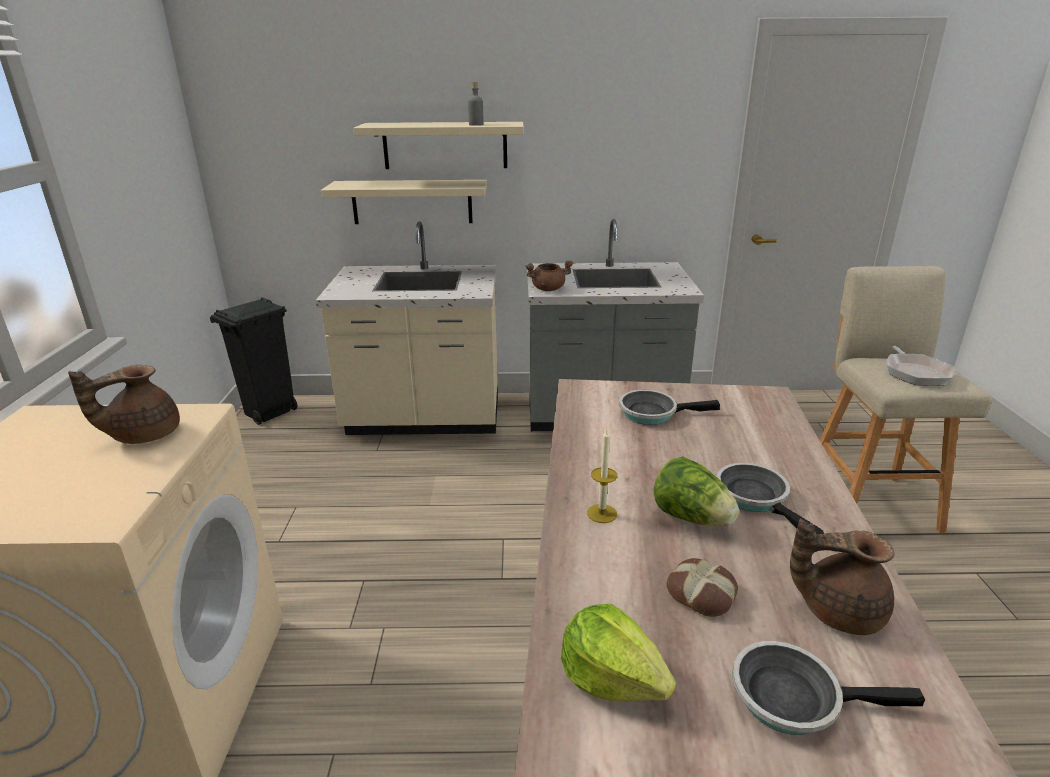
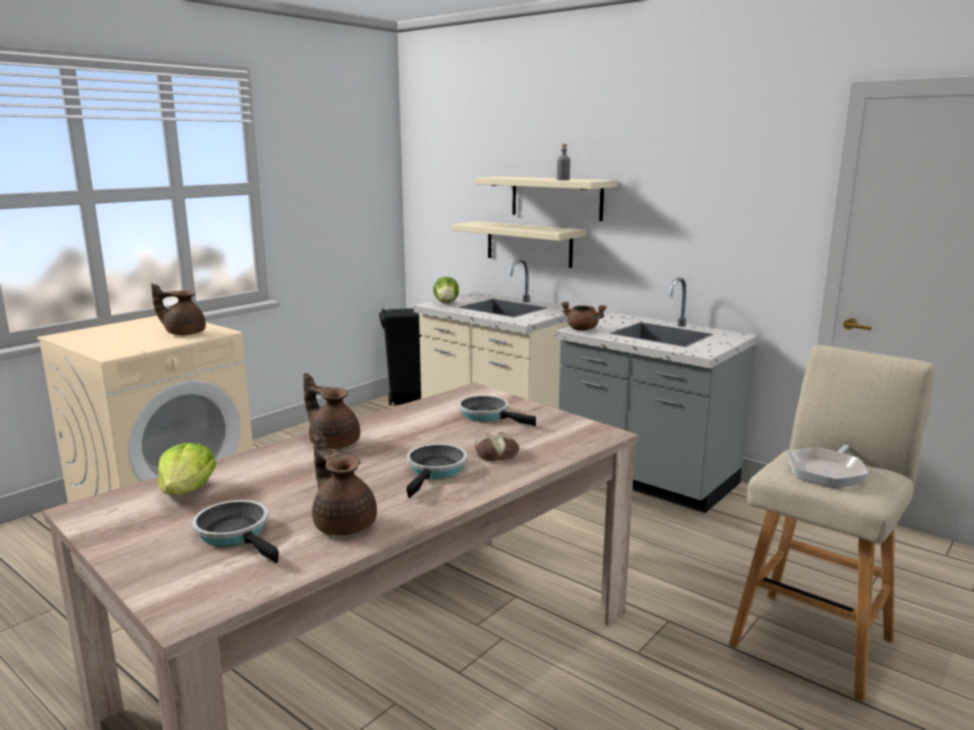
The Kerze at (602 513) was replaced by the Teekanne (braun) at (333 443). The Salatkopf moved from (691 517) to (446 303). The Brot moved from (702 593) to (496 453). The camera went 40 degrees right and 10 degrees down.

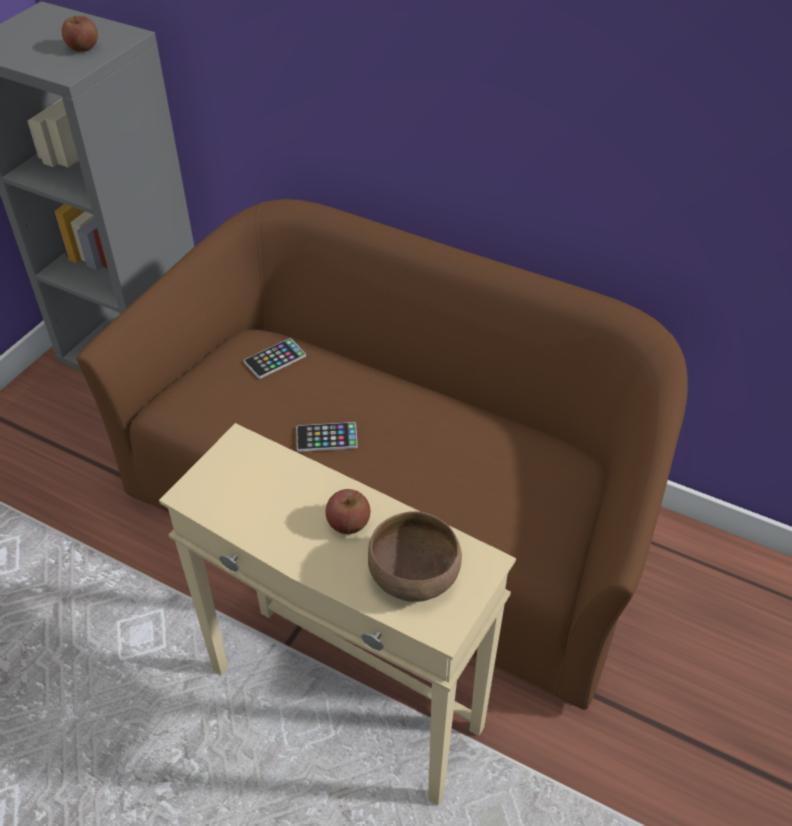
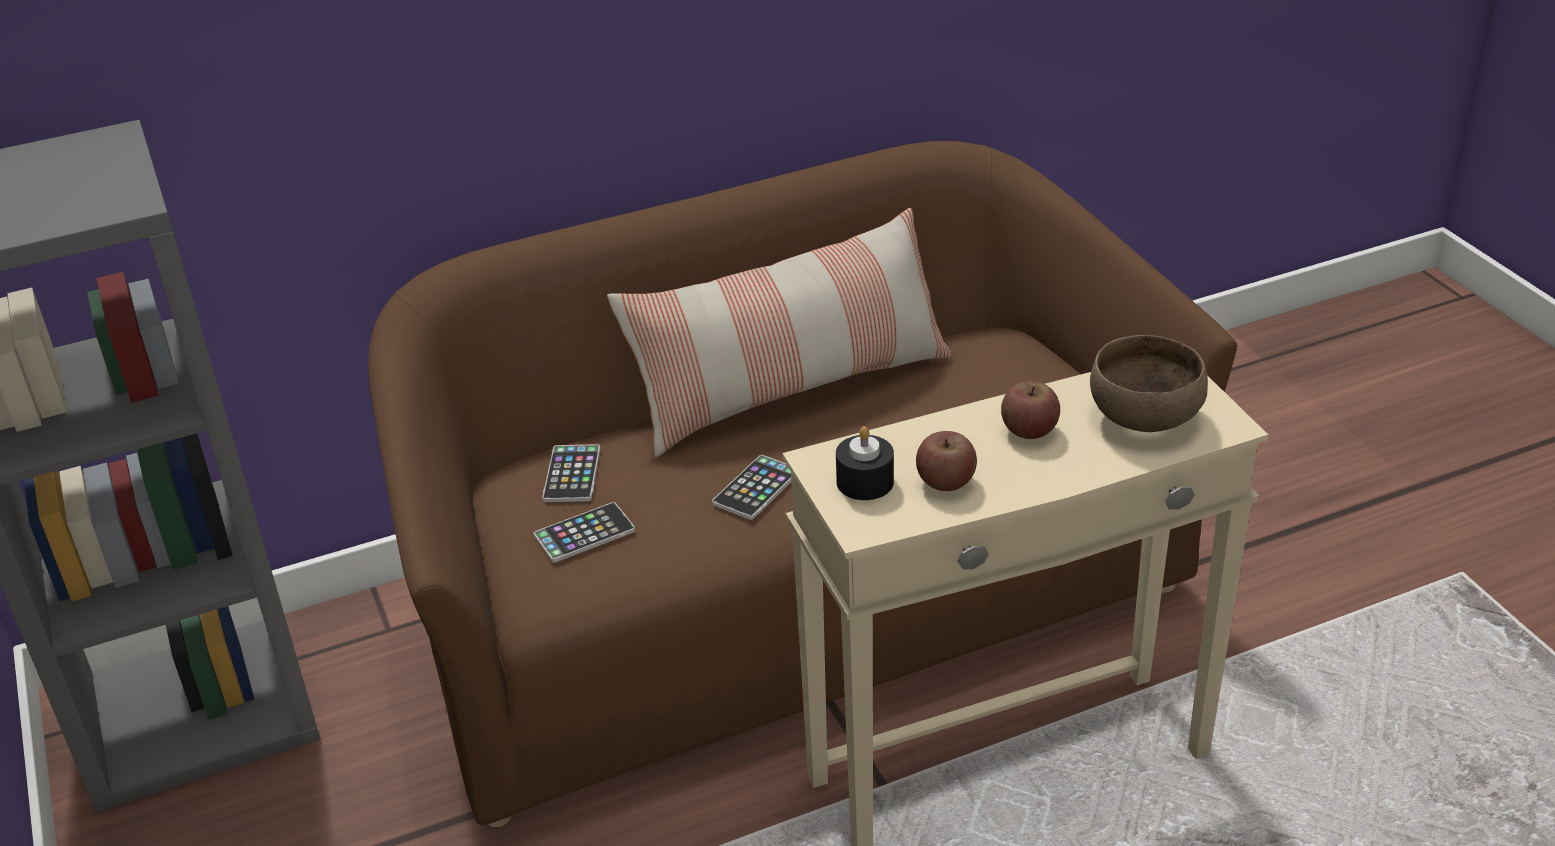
The Apfel moved from (83 48) to (946 481). The Handy at (584 534) appeared. The Kissen at (791 388) appeared. The Kerze (schwarz) at (865 482) appeared. The camera went 50 degrees left and 10 degrees down.

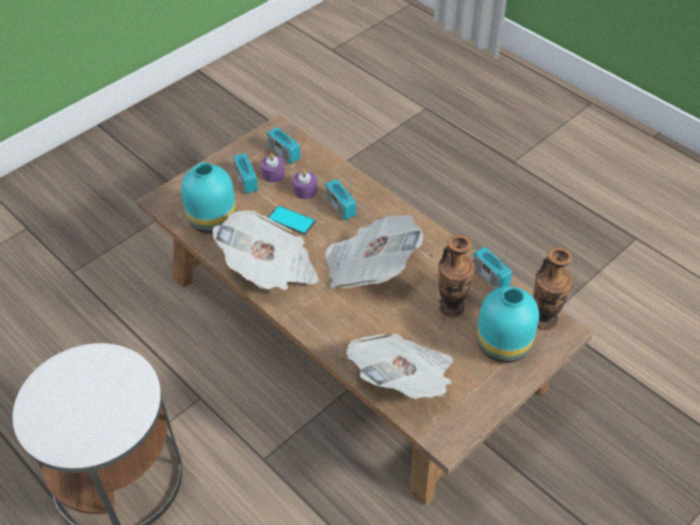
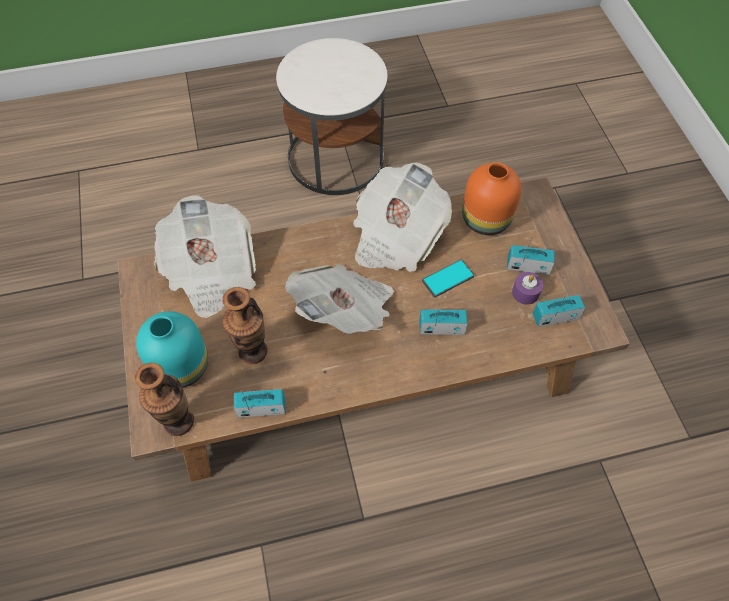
The Vase (türkis) at (213 221) became the Vase (orange) at (484 220). The Kerze (lila) at (305 190) disappeared. The camera went 120 degrees right and 10 degrees up.

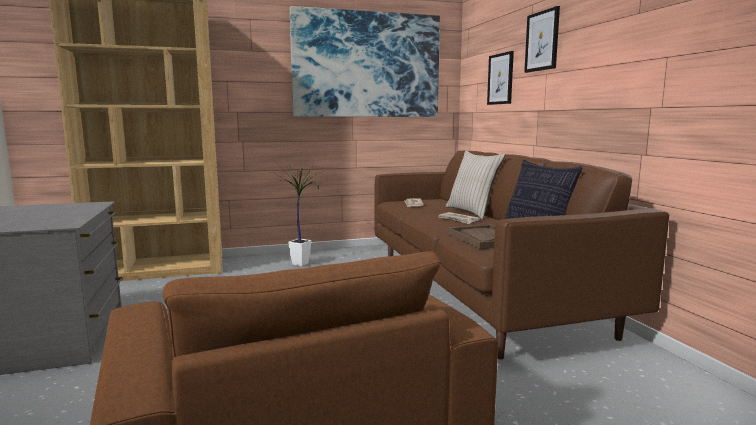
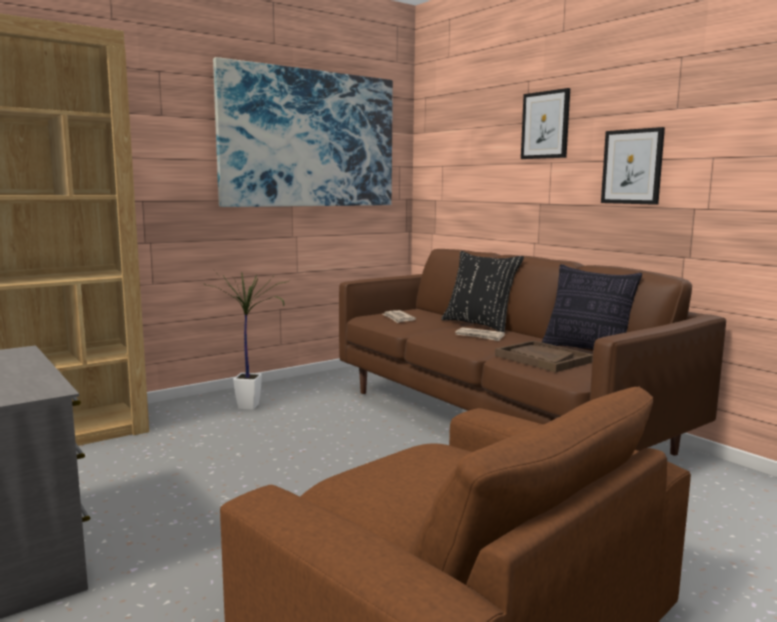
The Kissen (beige) at (472 212) became the Kissen (schwarz) at (479 325). The Bild moved from (500 79) to (632 166). The camera went 20 degrees left and 0 degrees up.

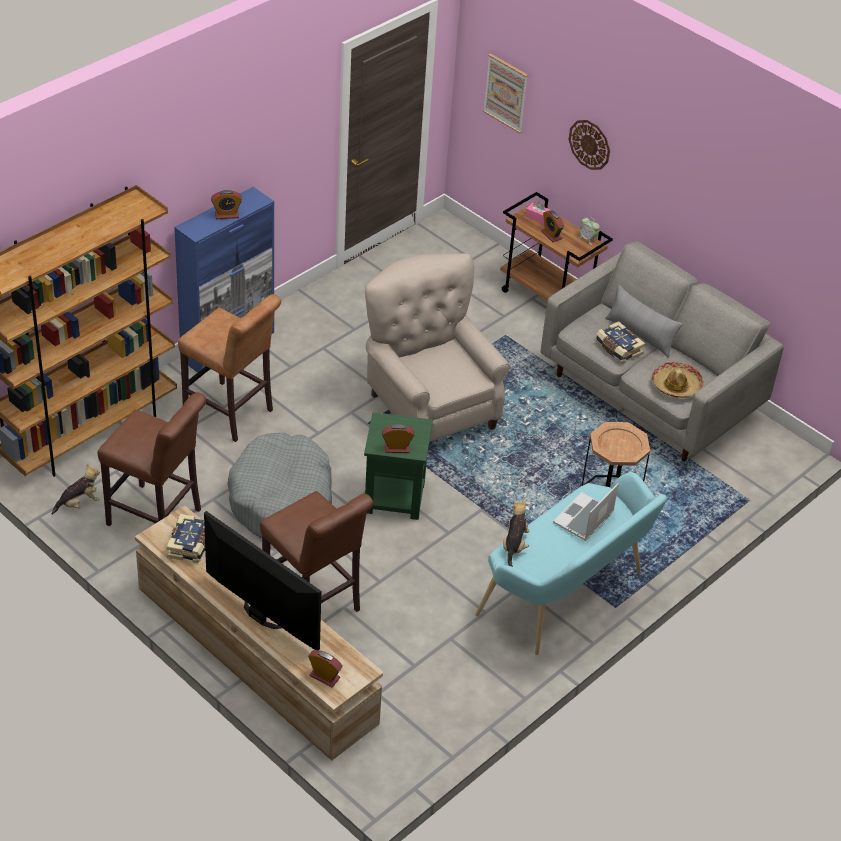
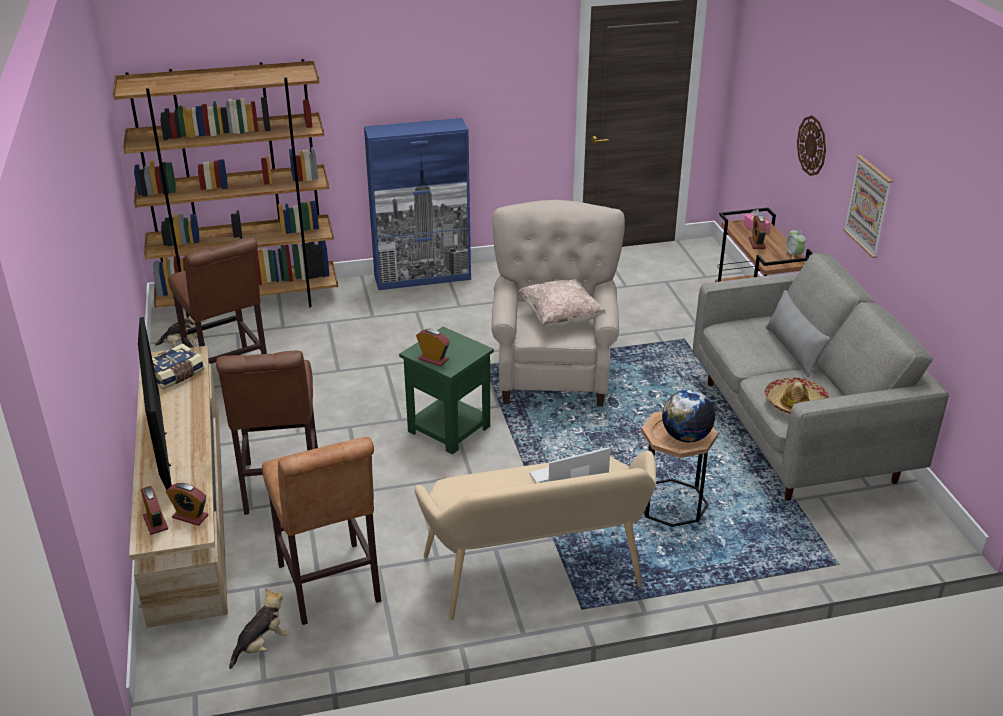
The Hocker (braun) moved from (232 414) to (331 587). The Wecker moved from (226 215) to (190 516). The Hundebett (grau) at (282 499) disappeared. The Bank (türkis) at (567 597) became the Bank (beige) at (537 578). The Bild moved from (506 92) to (868 206). The Plüschtier moved from (514 546) to (262 645). The Buch at (618 349) disappeared. The Kissen (beige) at (560 318) appeared. The Globus at (685 436) appeared. The camera went 35 degrees right and 10 degrees down.

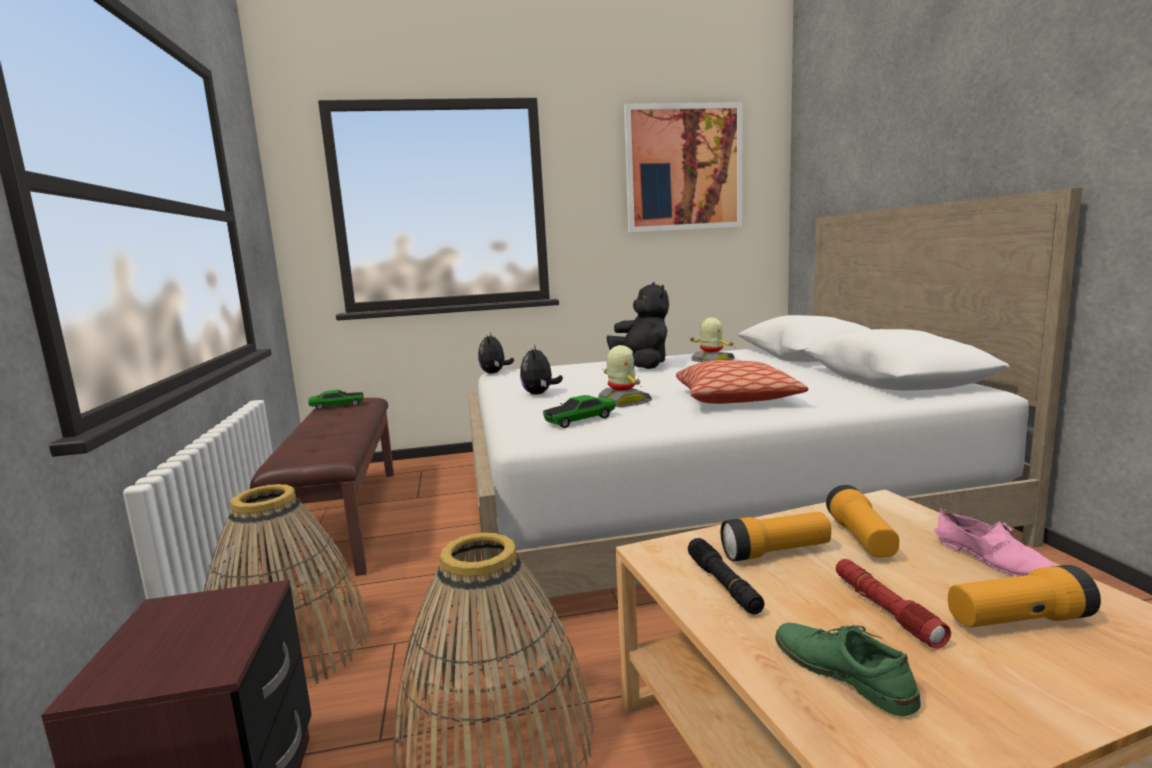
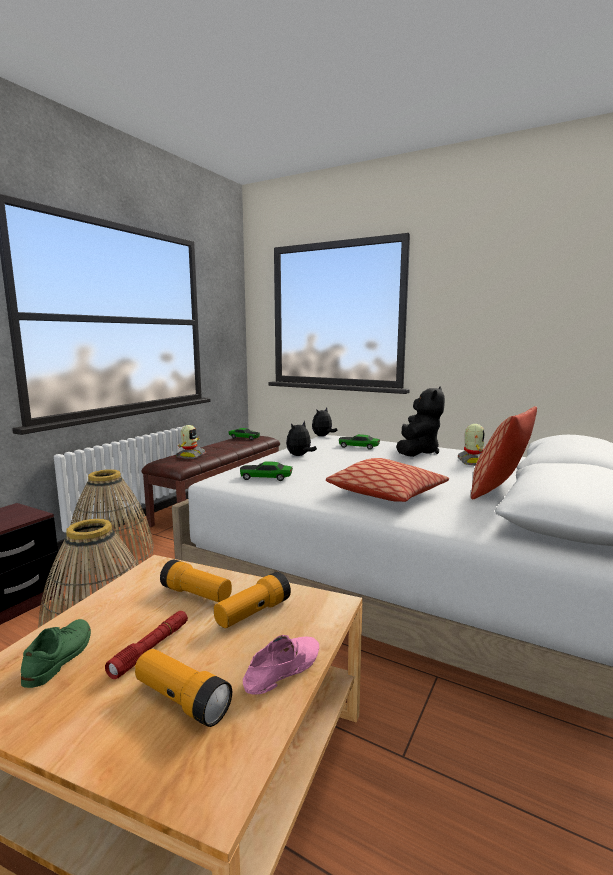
The Spielzeugroboter moved from (623 401) to (190 455). The Bild at (683 168) disappeared. The Taschenlampe (schwarz) at (723 585) disappeared. The Schuh (rosa) at (992 558) turned 150 degrees counterclockwise. The Spielzeugauto at (358 447) appeared. The Kissen at (499 491) appeared. The camera went 40 degrees right and 0 degrees up.

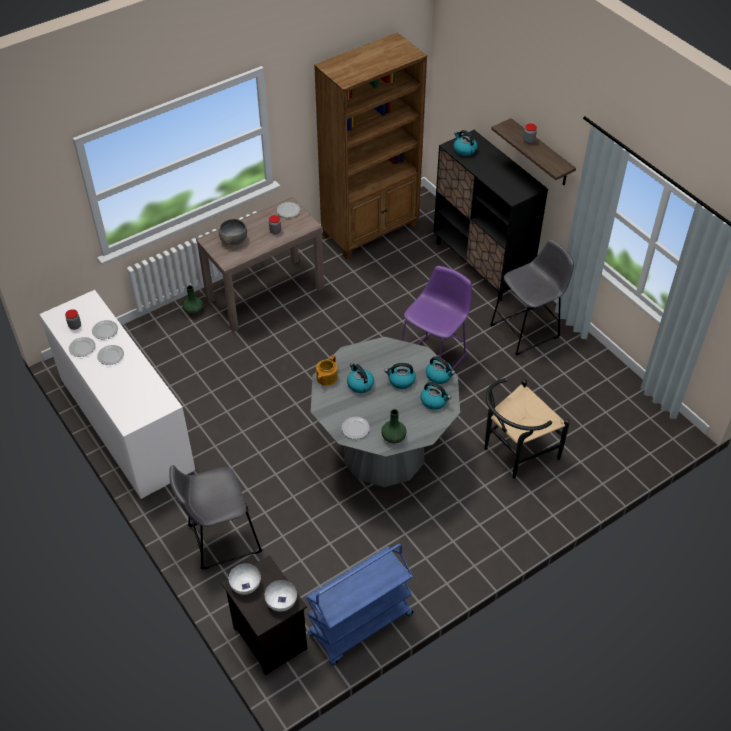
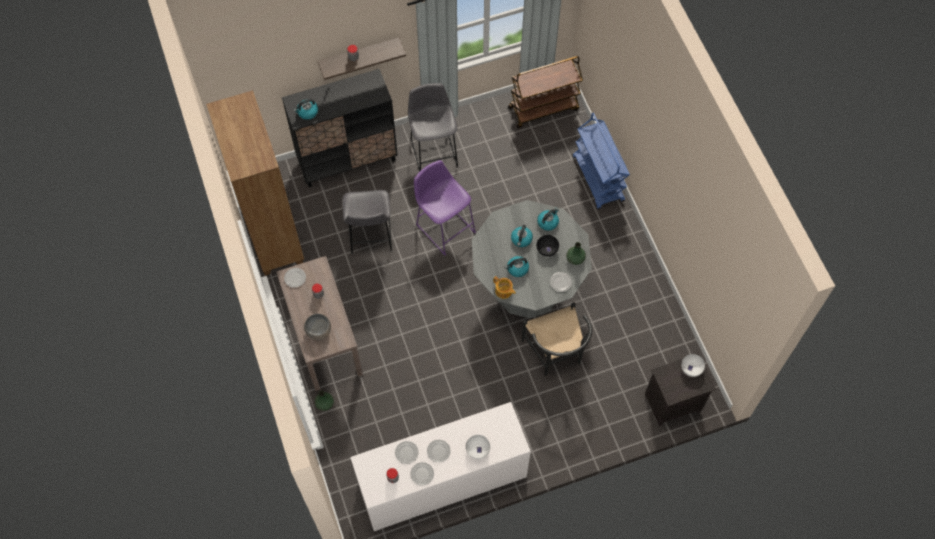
The Hocker (grau) moved from (220 539) to (370 236). The Schüssel (weiß) moved from (246 584) to (477 449). The Rollwagen (blau) moved from (360 626) to (598 179). The Wasserkessel at (439 376) disappeared. The Stuhl (schwarz) moved from (514 453) to (555 355). The Rollwagen (braun) at (543 108) appeared. The Schüssel (schwarz) at (547 249) appeared. The camera went 75 degrees left and 15 degrees up.

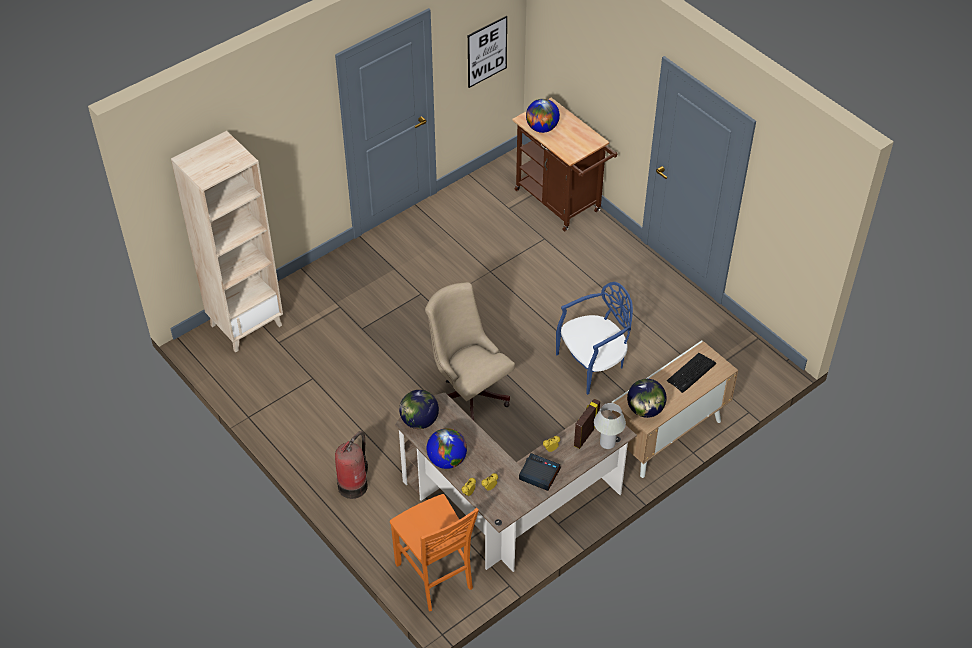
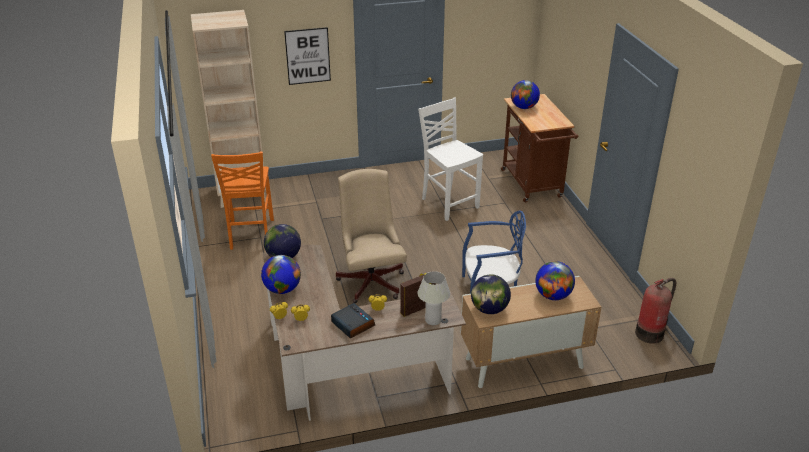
The Feuerlöscher moved from (354 484) to (651 333). The Stuhl (orange) moved from (435 577) to (250 235). The Bild moved from (487 51) to (307 56). The Tastatur at (691 373) was replaced by the Globus at (553 295). The Stuhl (weiß) at (449 203) appeared. The camera went 25 degrees right and 15 degrees down.

